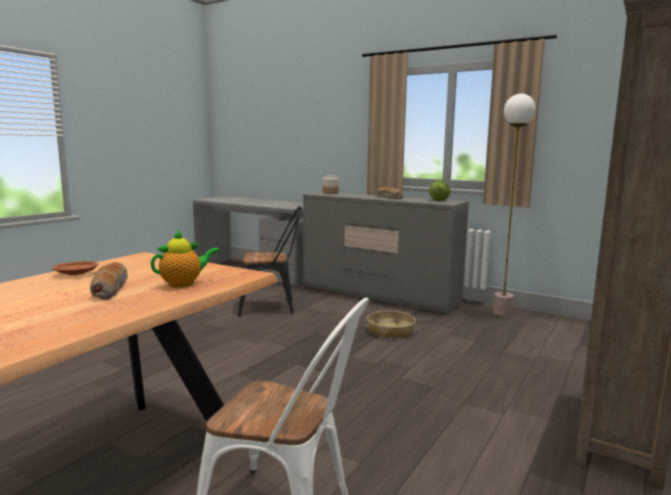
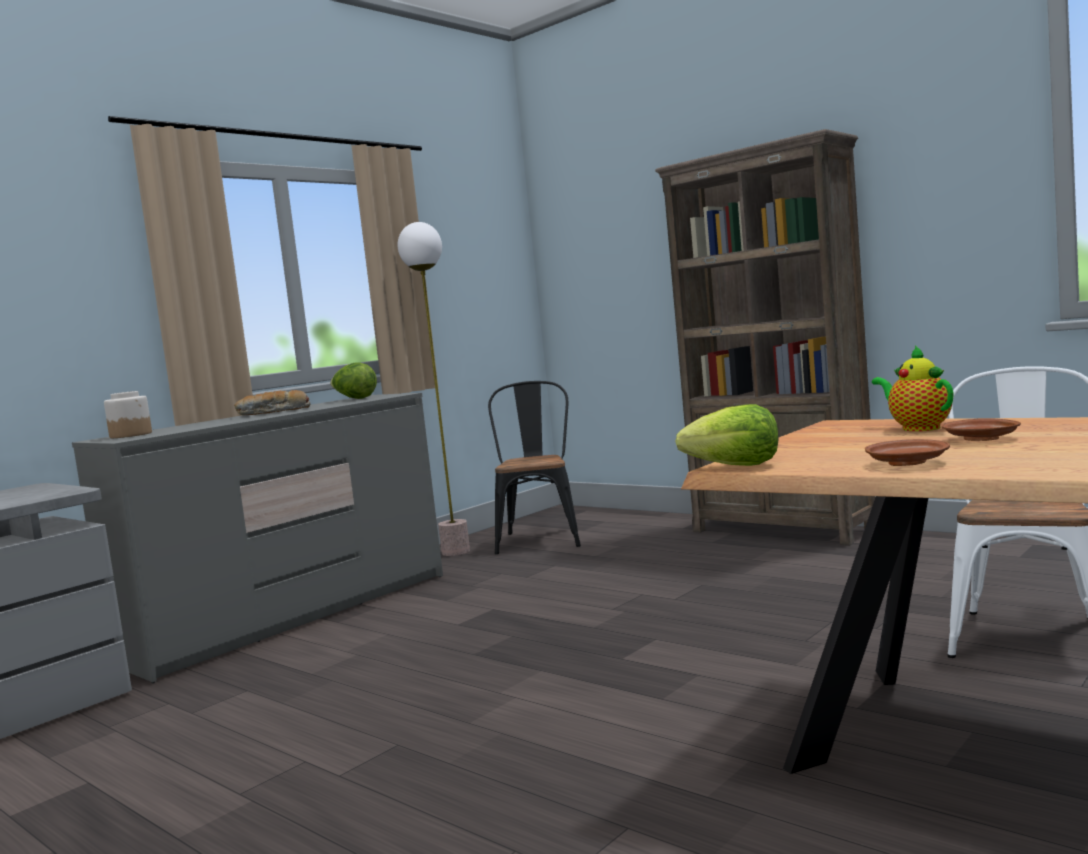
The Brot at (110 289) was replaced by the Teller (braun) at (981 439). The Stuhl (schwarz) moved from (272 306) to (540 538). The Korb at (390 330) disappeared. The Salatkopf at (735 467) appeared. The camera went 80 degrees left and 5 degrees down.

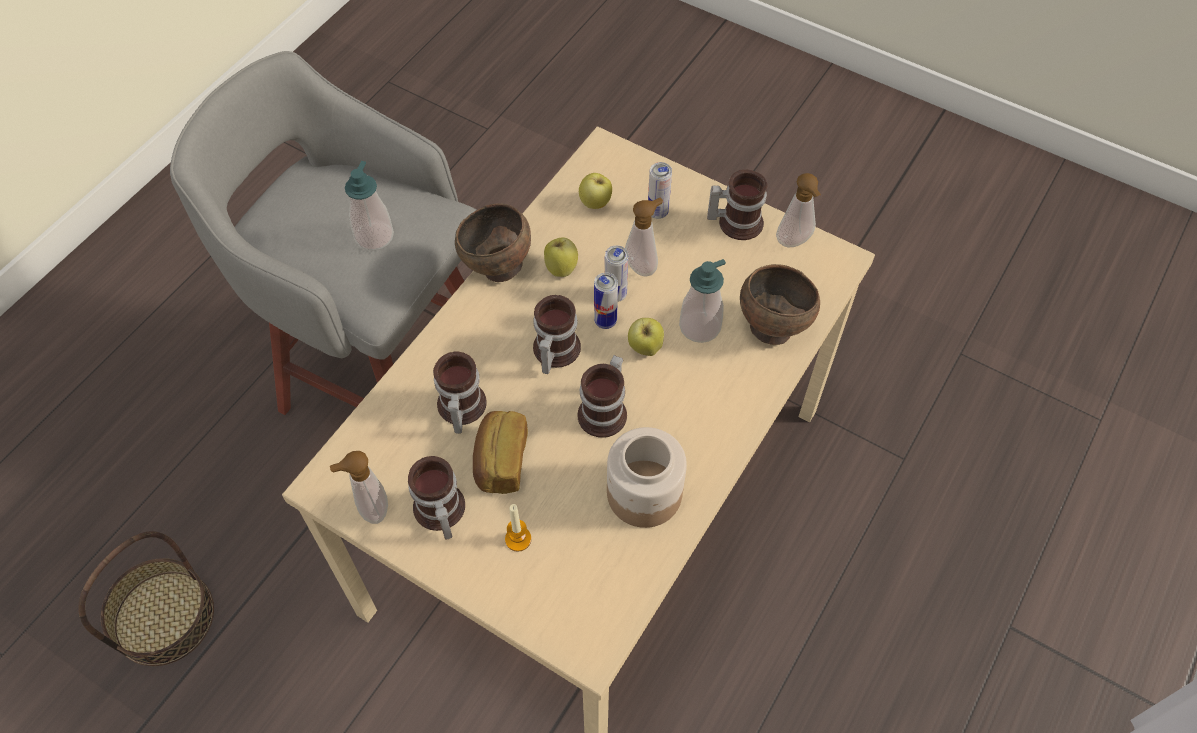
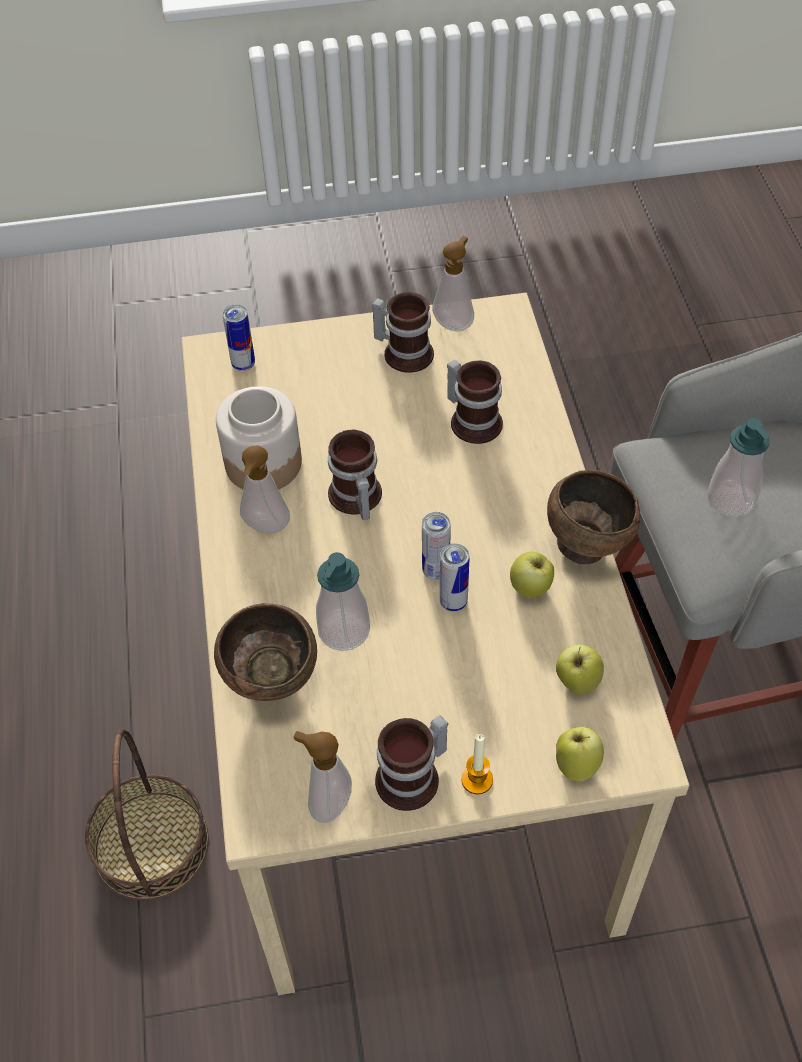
The Korb moved from (164 618) to (151 844). The Brot at (500 461) disappeared. The Kerze moved from (518 539) to (477 780). The Henkelbecher at (553 351) disappeared. The Seifenspender moved from (643 265) to (265 528). The Apfel moved from (645 348) to (576 765). The Dose moved from (657 212) to (243 364). The camera went 140 degrees right and 5 degrees down.

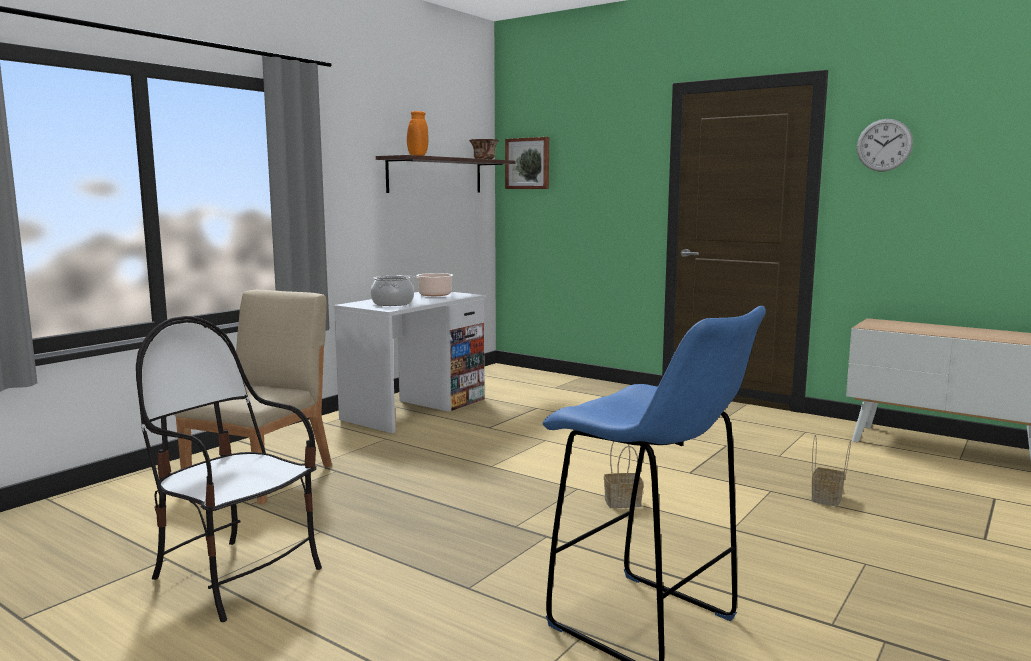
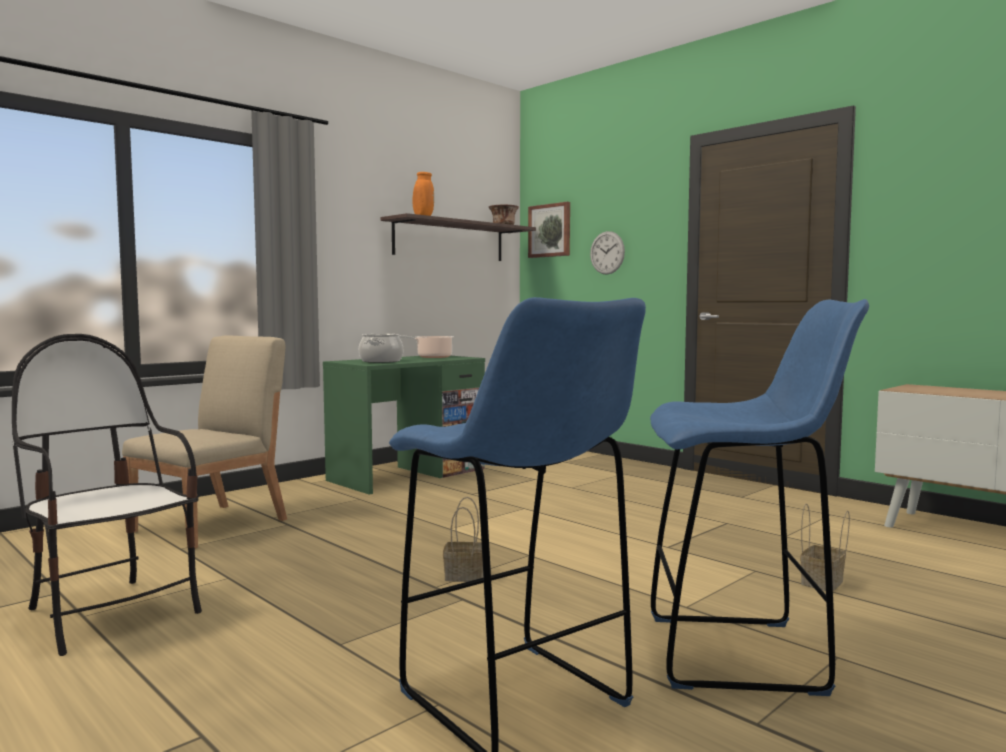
The Schreibtisch (weiß) at (415 409) became the Schreibtisch (grün) at (407 475). The Korb moved from (623 502) to (466 575). The Wanduhr moved from (884 145) to (607 252). The Hocker (blau) at (740 654) appeared. The camera went 10 degrees right and 5 degrees down.

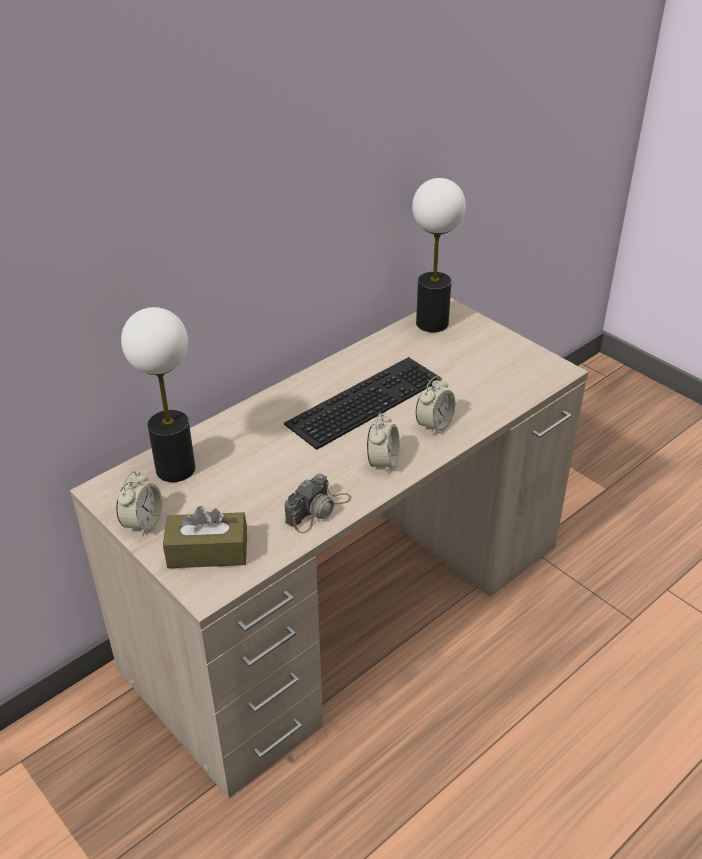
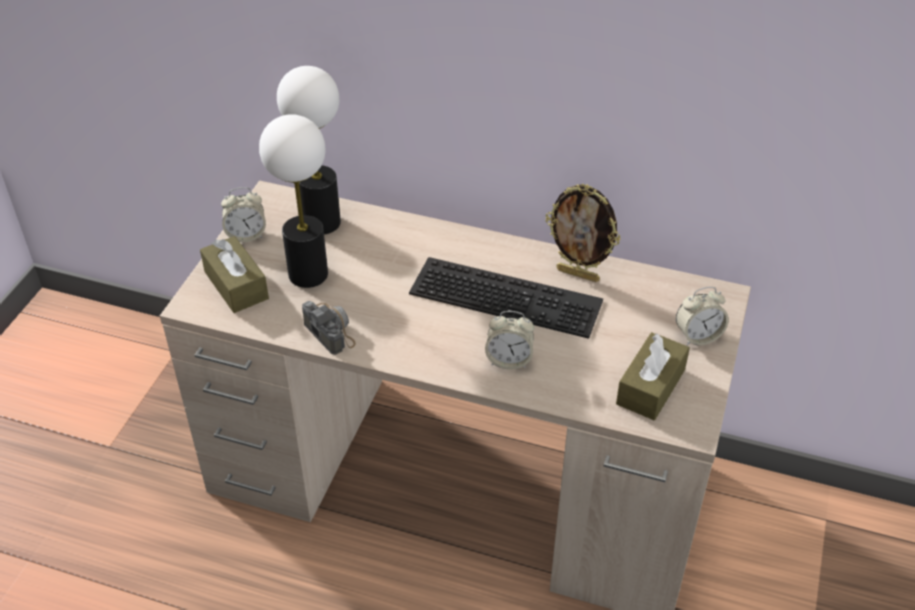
The Kamera at (318 510) turned 135 degrees counterclockwise. The Wecker moved from (383 462) to (698 336). The Tischlampe moved from (432 323) to (308 274). The Bilderrahmen at (578 274) appeared. The Taschentuchbox (braun) at (650 387) appeared. The camera went 60 degrees right and 5 degrees up.

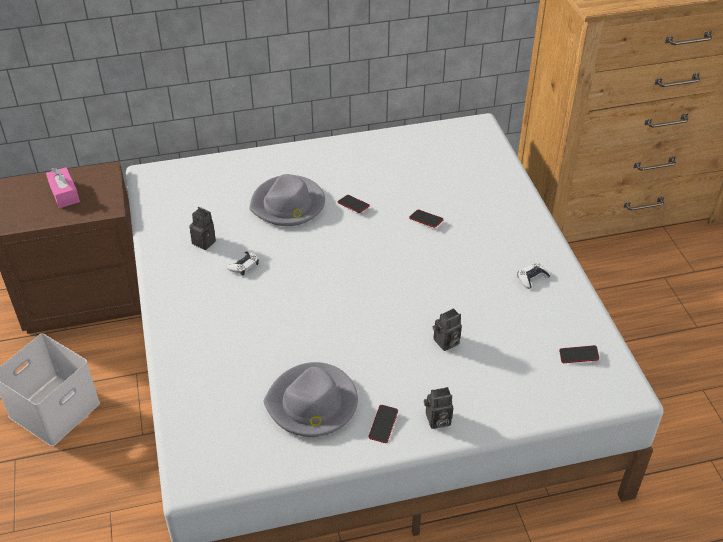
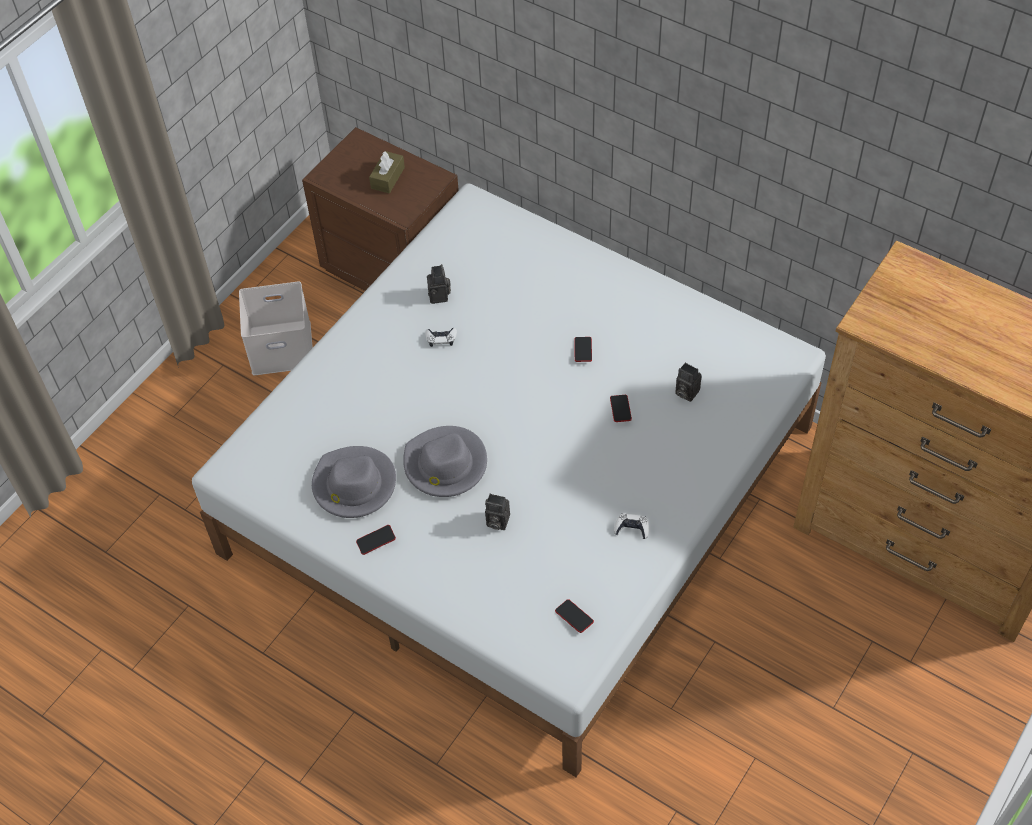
The Taschentuchbox (rosa) at (64 194) became the Taschentuchbox (braun) at (387 178). The Hut (grau) moved from (288 205) to (445 465). The Kamera moved from (437 421) to (685 392). The camera went 50 degrees right and 10 degrees up.

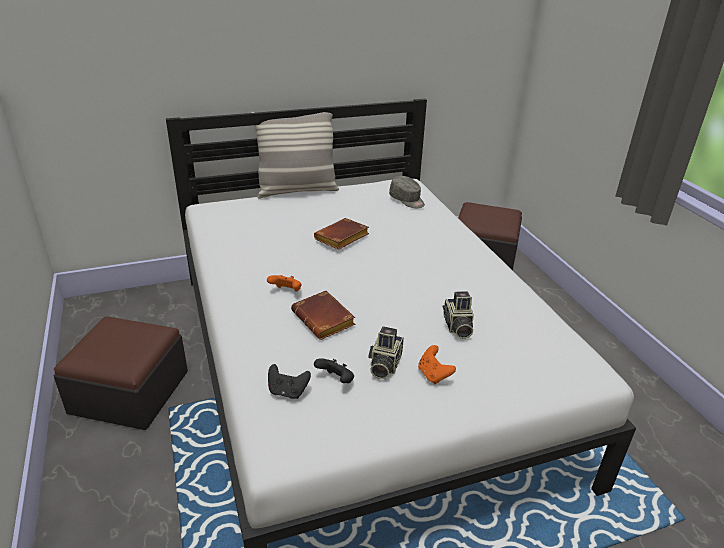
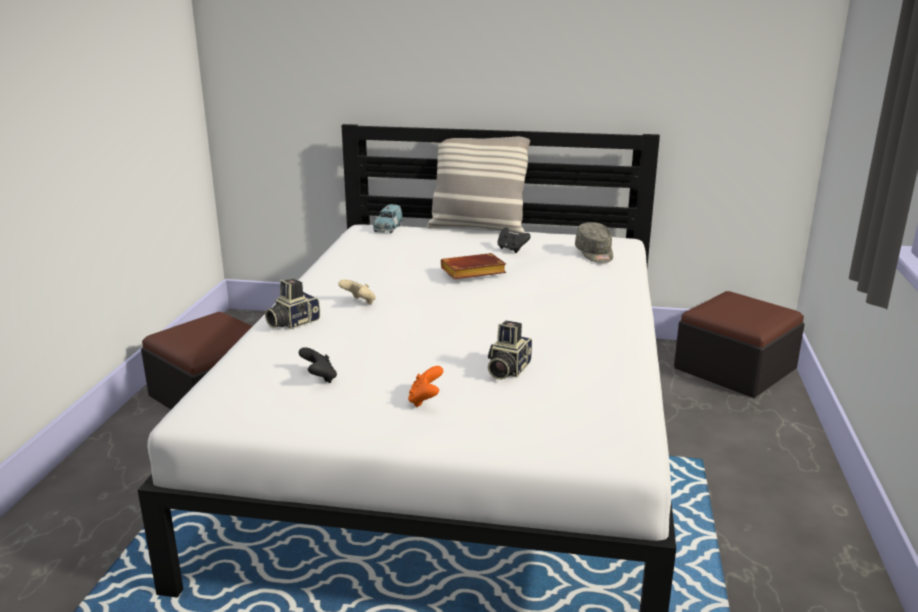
The Gamepad (orange) at (286 292) became the Gamepad (beige) at (359 303). The Gamepad (schwarz) moved from (287 392) to (511 249). The Buch (braun) at (325 320) disappeared. The Kamera moved from (384 365) to (292 322). The Spielzeugauto (blau) at (388 229) appeared. The camera went 30 degrees right and 10 degrees down.

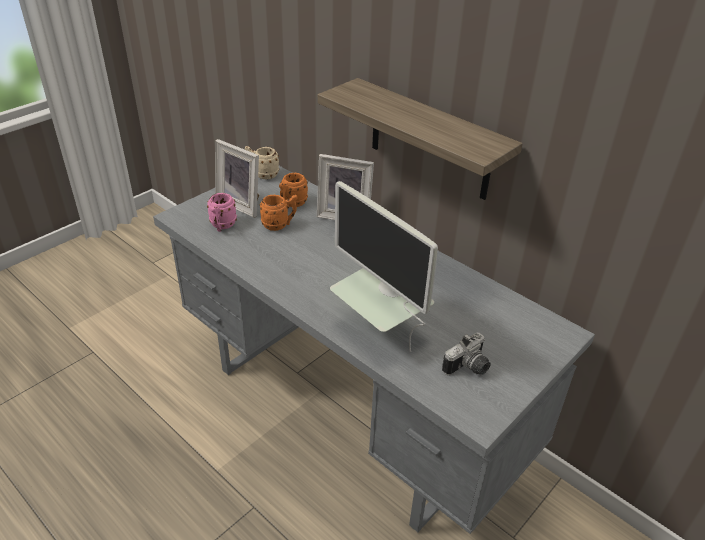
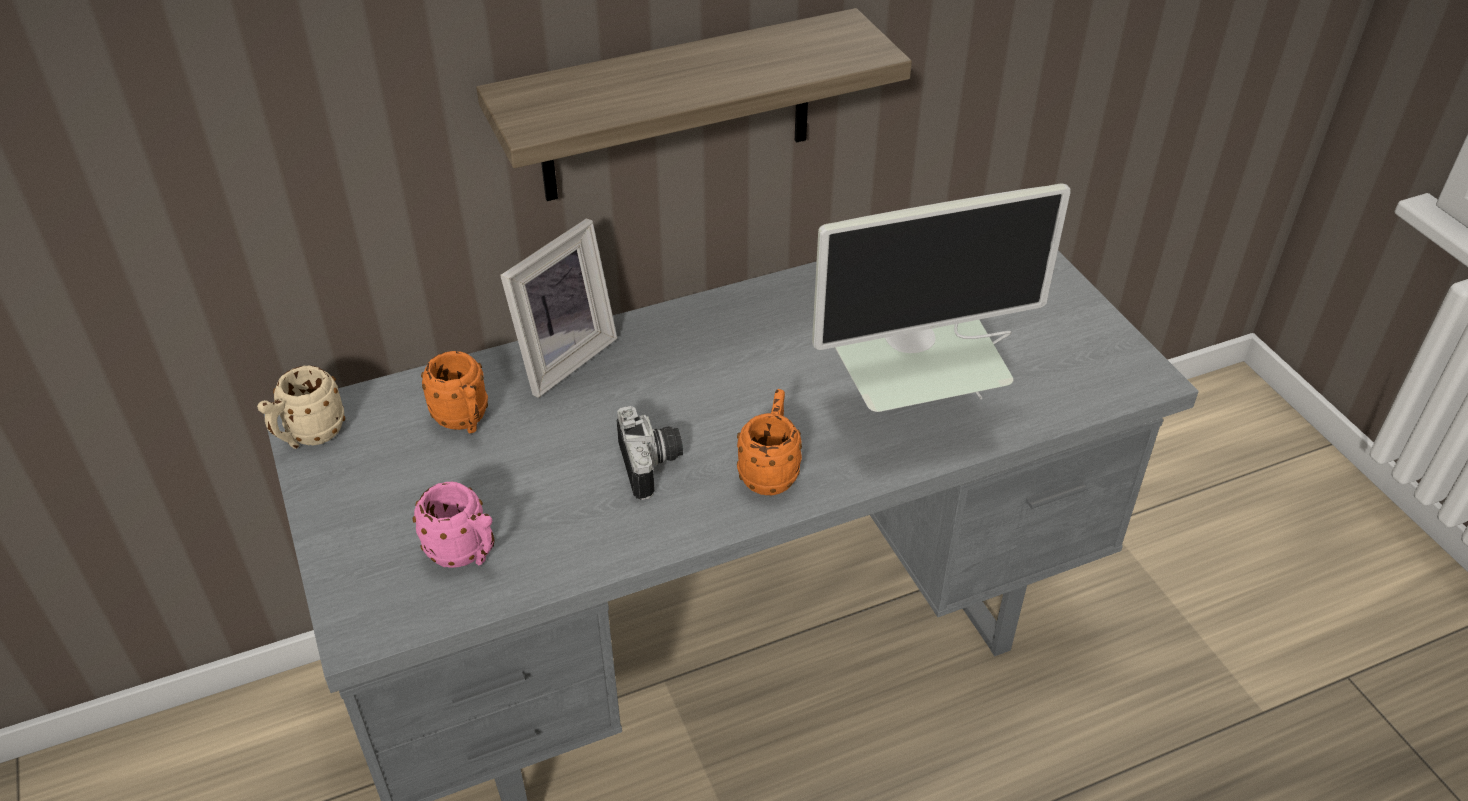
The Bilderrahmen at (242 204) disappeared. The Henkelbecher (orange) moved from (279 225) to (770 471). The Kamera moved from (468 368) to (653 465). The camera went 65 degrees left and 5 degrees up.

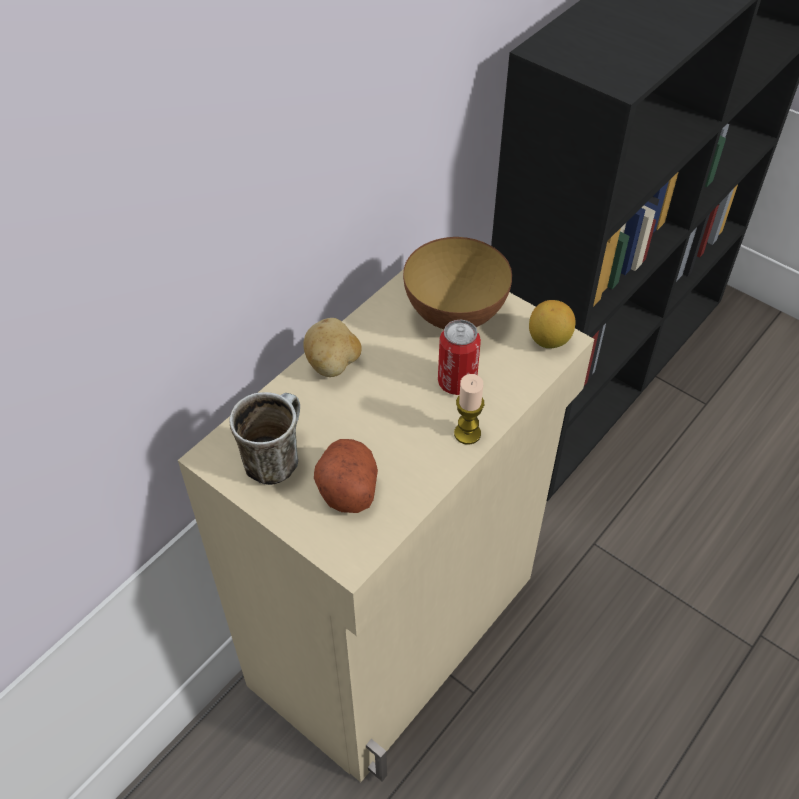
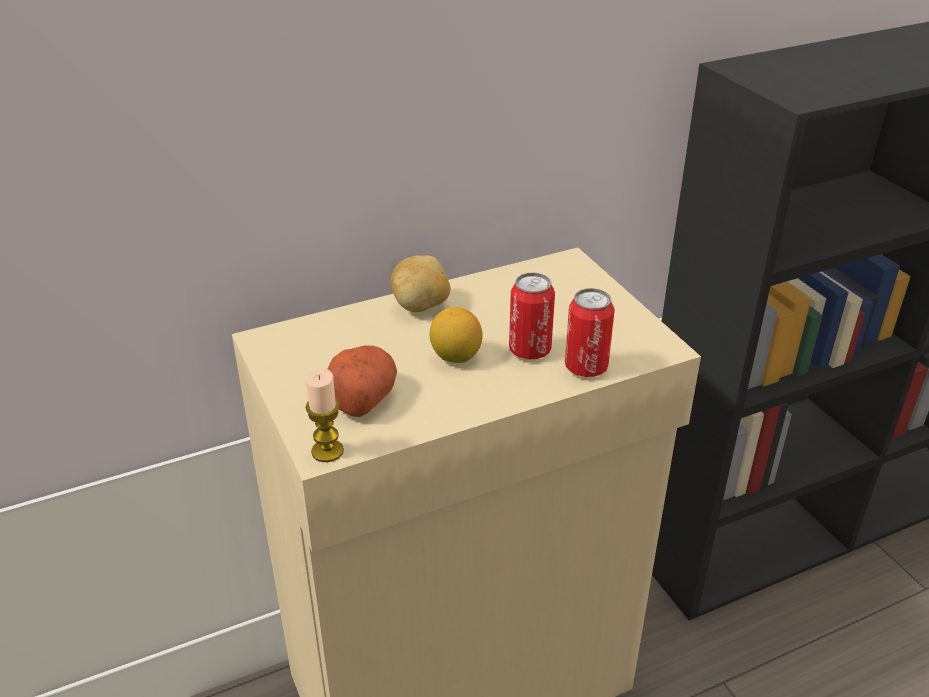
The Henkelbecher at (274 457) disappeared. The Schüssel at (455 316) disappeared. The Kerze moved from (467 433) to (327 451). The Zitrone moved from (549 340) to (456 357). The Dose at (586 367) appeared. The camera went 25 degrees right and 15 degrees down.

